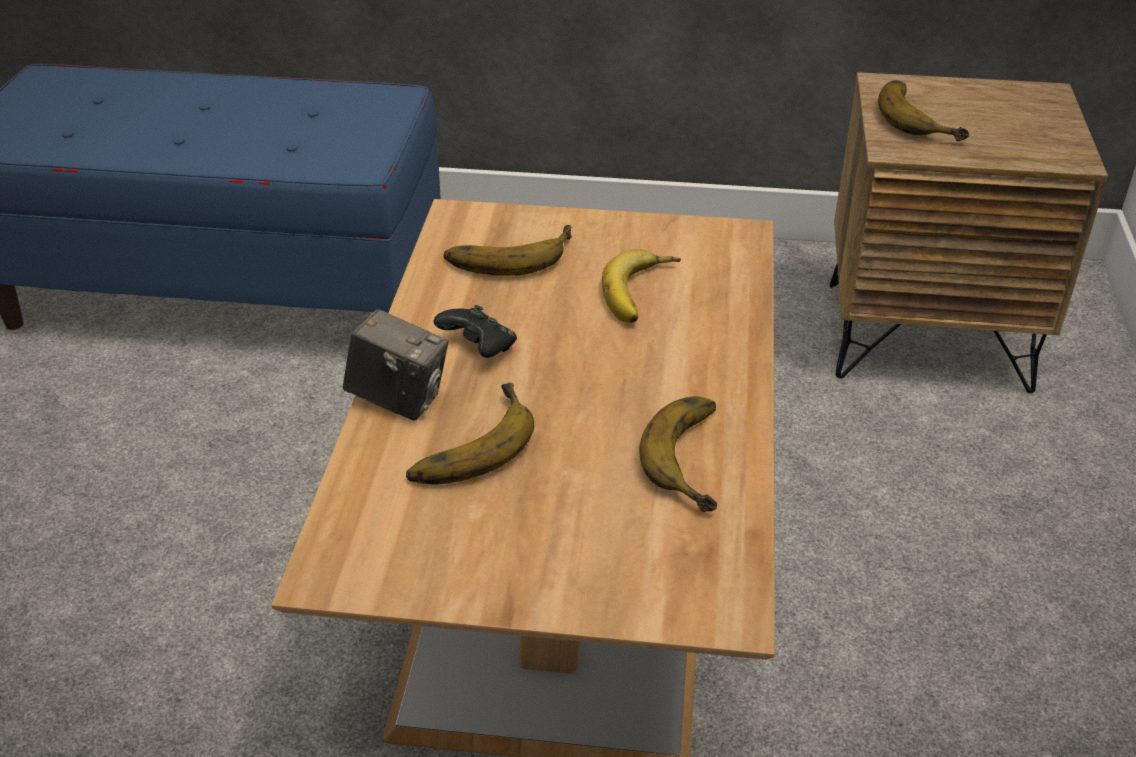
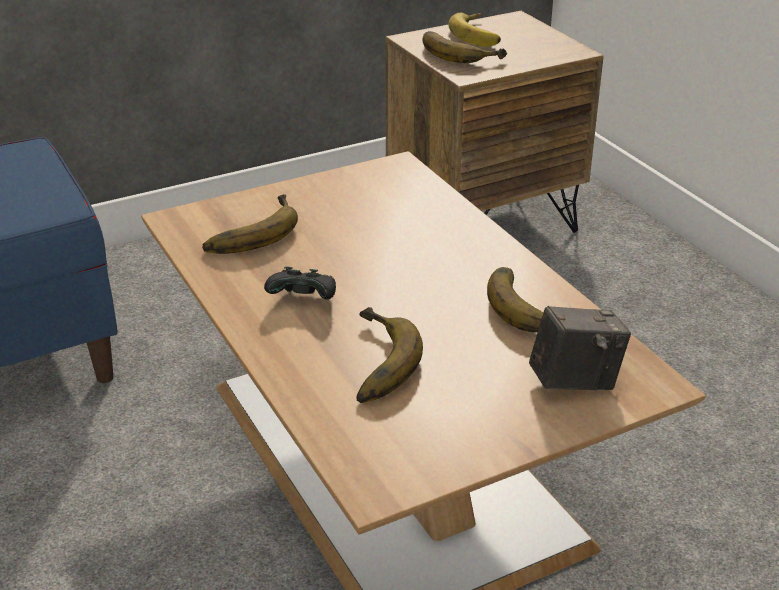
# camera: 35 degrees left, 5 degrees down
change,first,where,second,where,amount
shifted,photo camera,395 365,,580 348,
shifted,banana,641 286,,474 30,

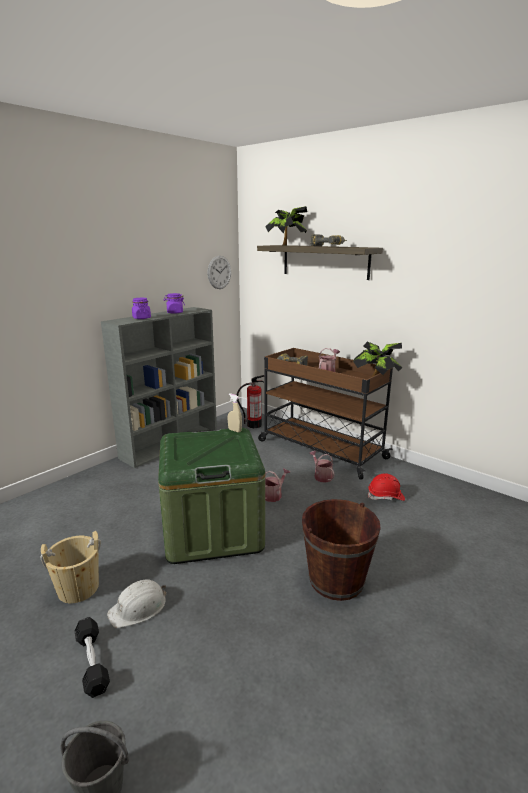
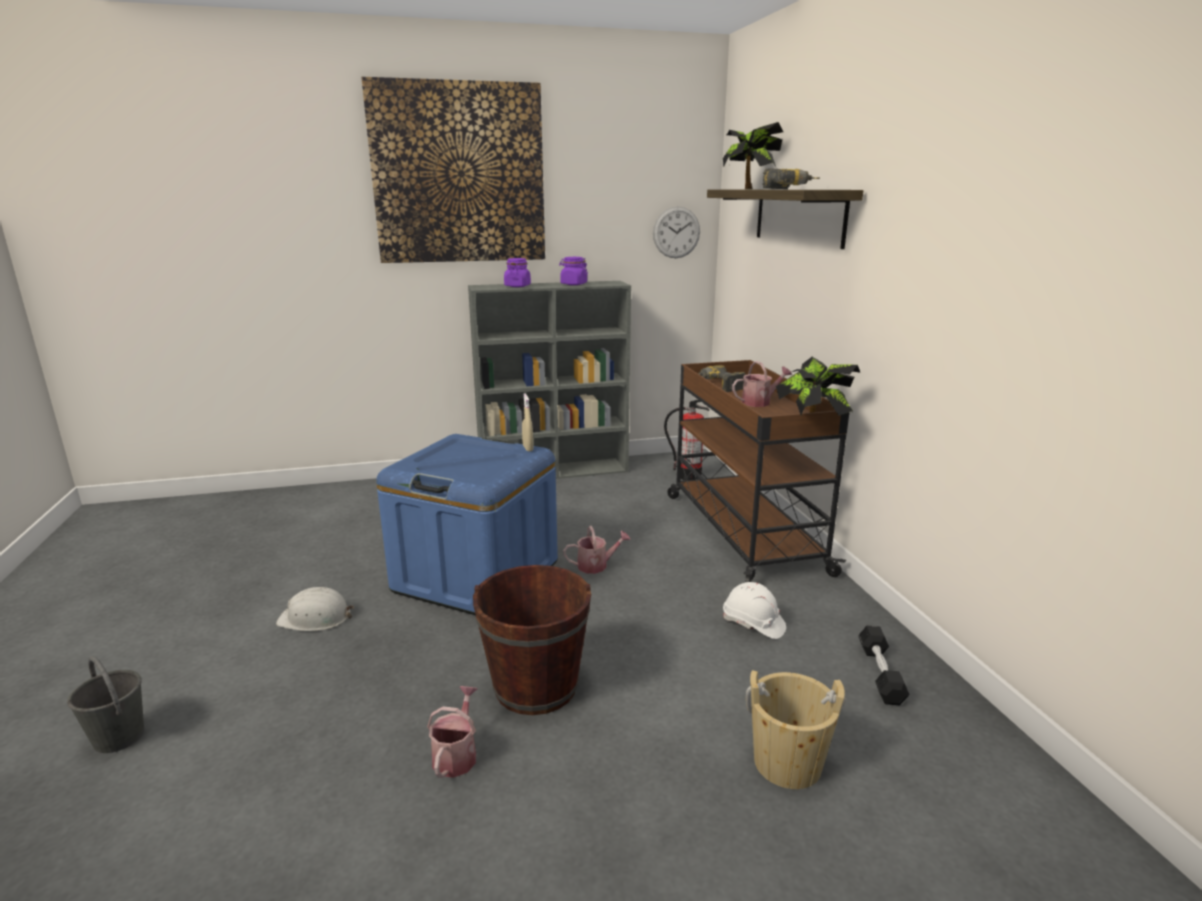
# camera: 35 degrees right, 0 degrees up
change,first,where,second,where,amount
new,,,picture,453 170,
shifted,beige bucket,71 567,,796 729,
shifted,black dumbbell,92 657,,884 665,
shifted,watering can,322 467,,452 732,
repainted,green storage box,211 495,blue storage box,467 524,
repainted,red hard hat,386 487,white hard hat,754 610,

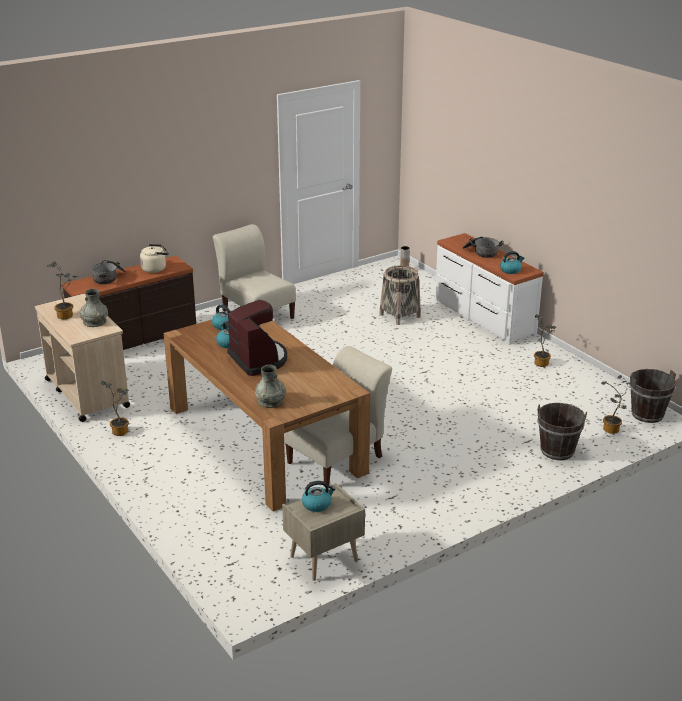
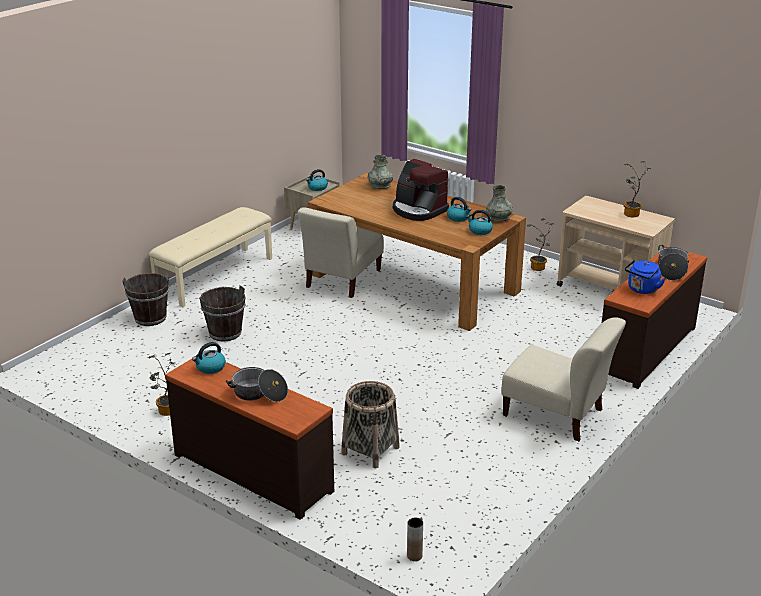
# camera: 160 degrees right, 0 degrees up
change,first,where,second,where,amount
gone,potted plant,617 404,,,
new,,,beige bench,210 257,
shifted,grey vase,94 308,,499 203,
shifted,brown bucket,653 396,,222 313,
repainted,beige kettle,154 258,blue kettle,645 277,
repainted,white dresser,489 289,brown dresser,249 439,

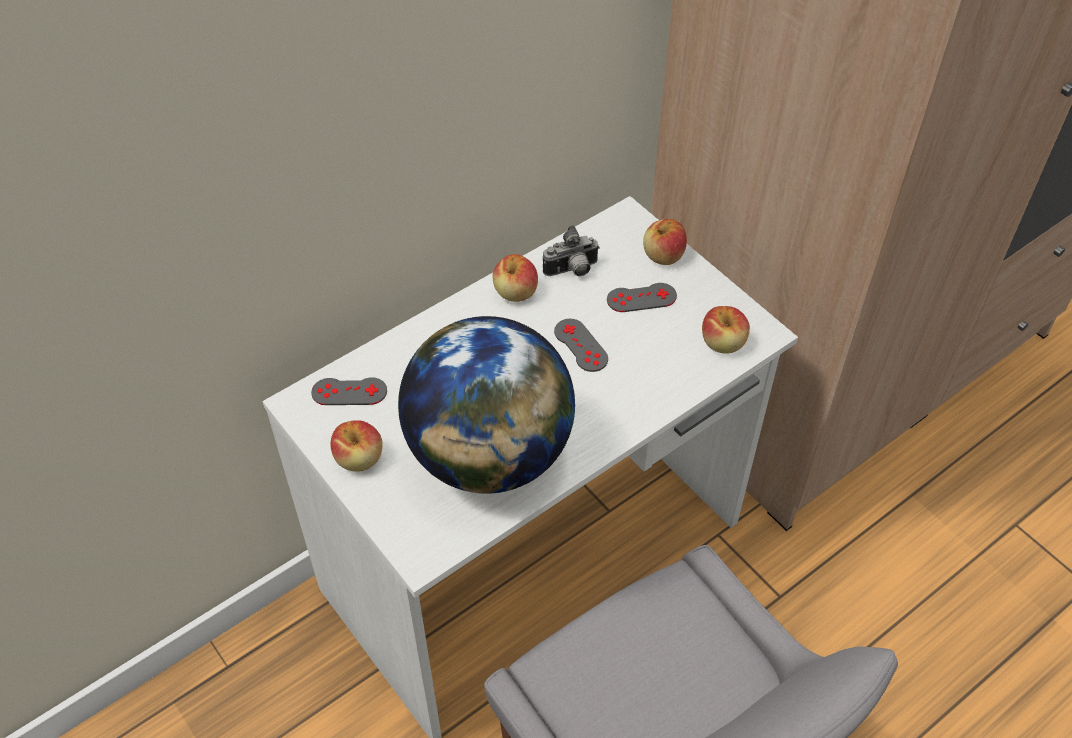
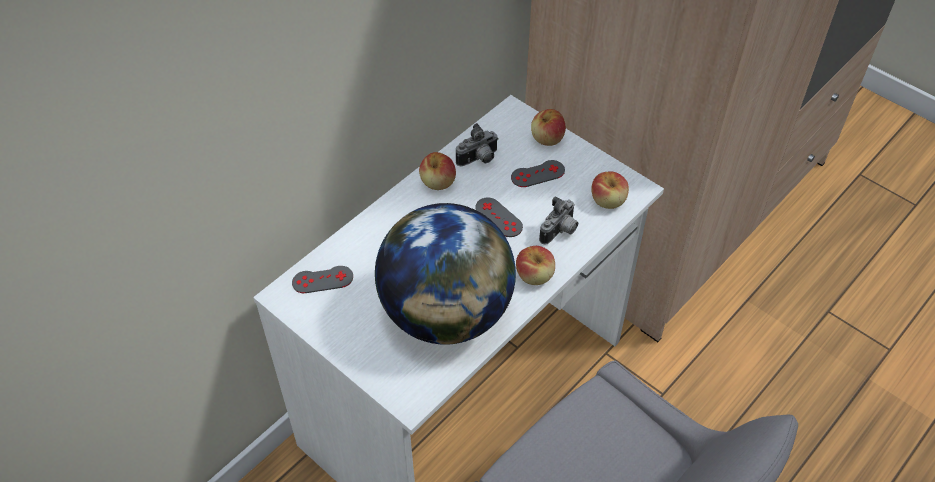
# camera: 10 degrees left, 0 degrees up
change,first,where,second,where,amount
new,,,photo camera,558 220,
shifted,apple,356 445,,535 265,

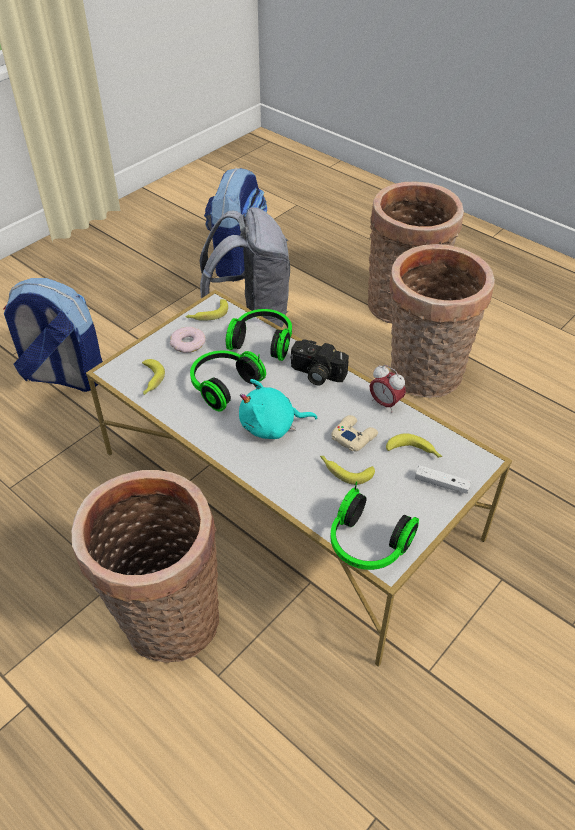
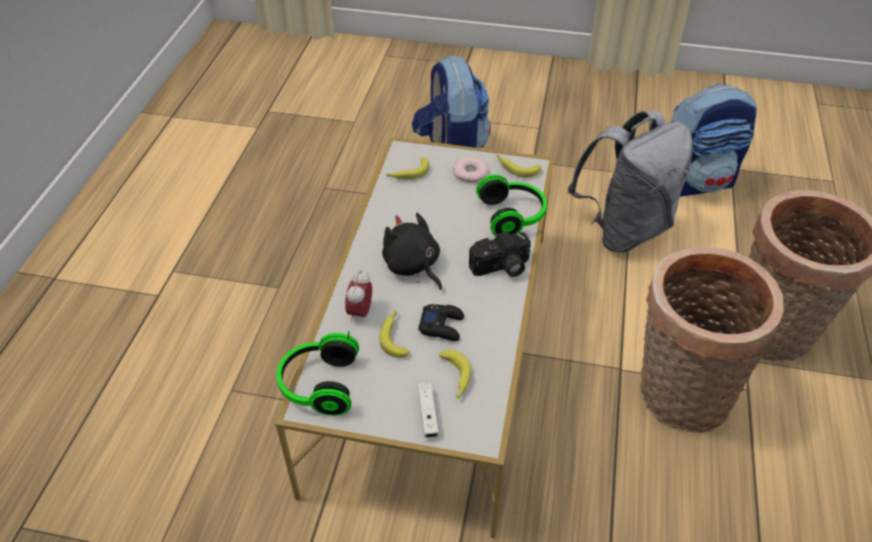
# camera: 60 degrees right, 0 degrees up
change,first,where,second,where,amount
gone,basket,145 566,,,
gone,headphones,228 381,,,
shifted,alarm clock,388 389,,358 296,
repainted,turquoise plush toy,278 409,black plush toy,412 251,
repainted,beige game controller,354 433,black game controller,441 322,
rotated,photo camera,319 362,,500 254,105 degrees counterclockwise

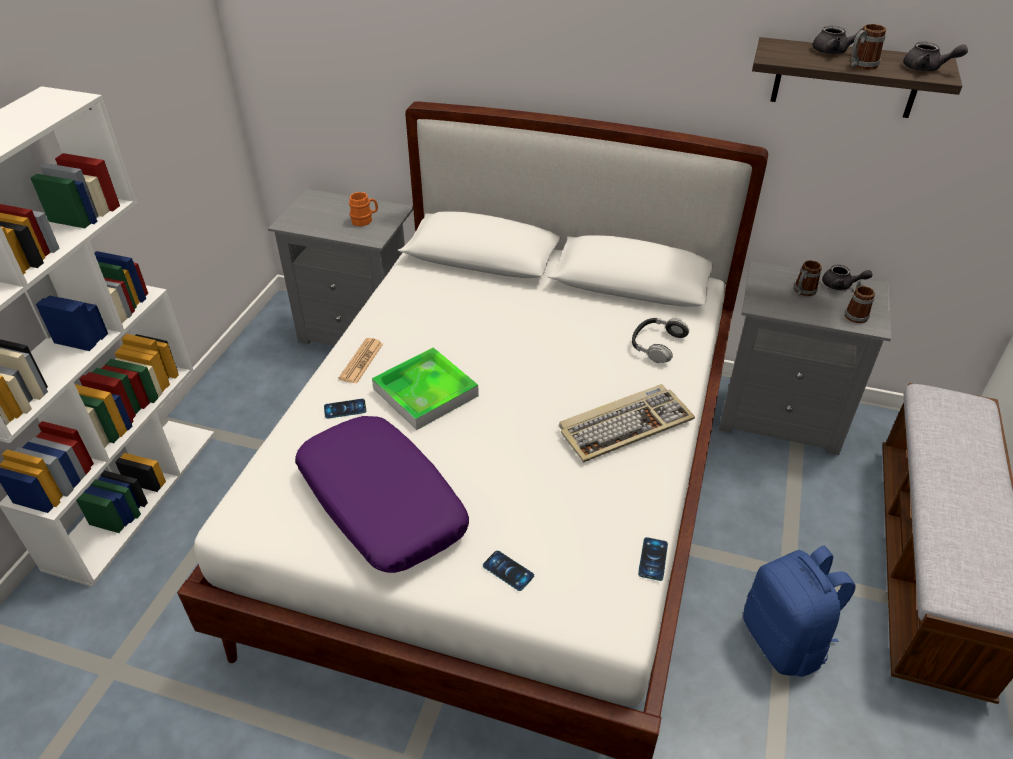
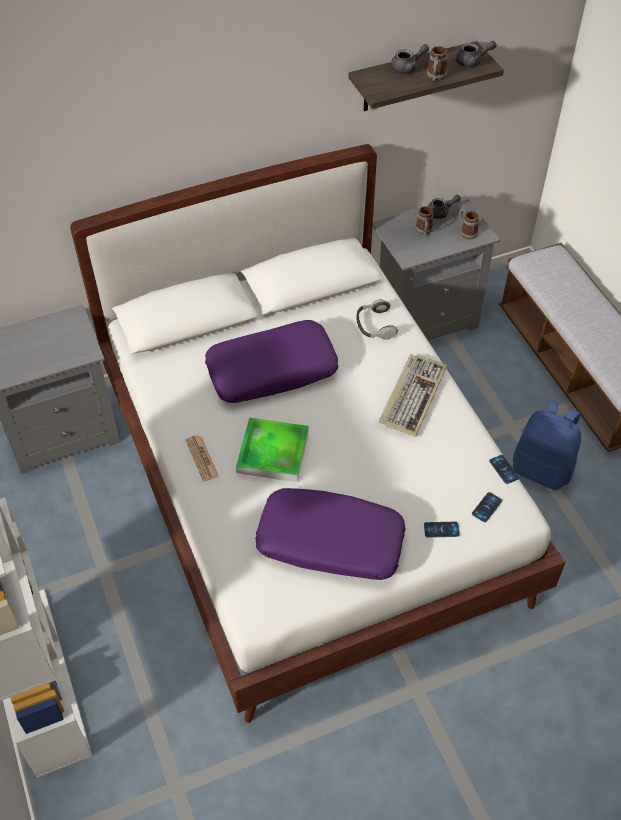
# camera: 40 degrees left, 10 degrees up
change,first,where,second,where,amount
gone,orange mug,363 209,,,
new,,,purple pillow,271 361,
shifted,phone,345 409,,487 507,

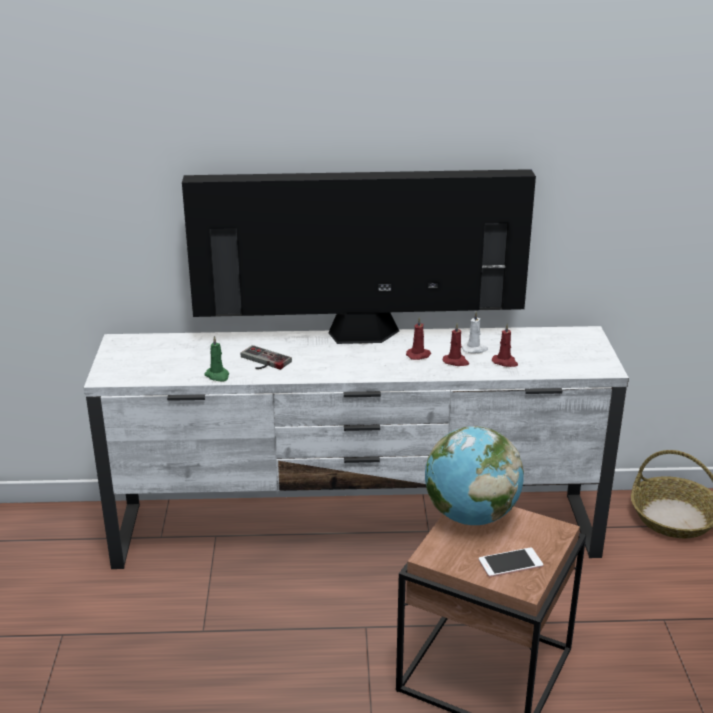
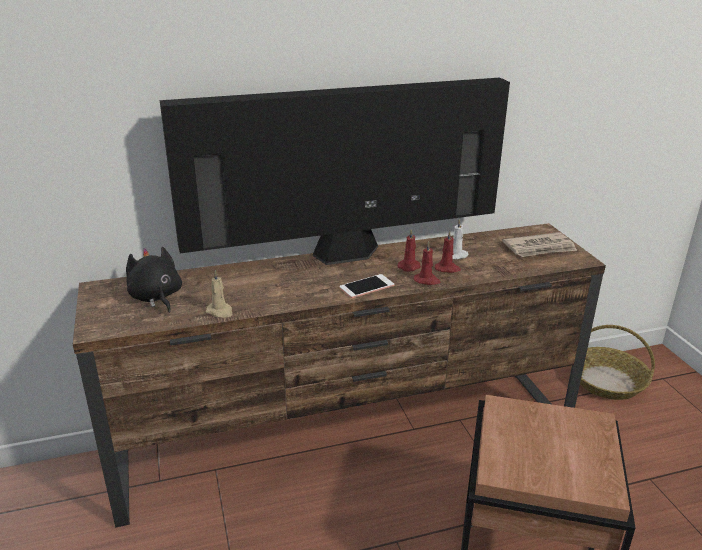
# camera: 15 degrees left, 0 degrees up
change,first,where,second,where,amount
gone,game controller,266 357,,,
gone,globe,474 475,,,
new,,,black plush toy,154 280,
new,,,newspaper,539 244,
shifted,phone,511 562,,367 286,
shifted,red candle,505 345,,427 263,
repainted,white tv stand,356 447,brown tv stand,339 375,
repainted,green candle,216 359,beige candle,219 294,

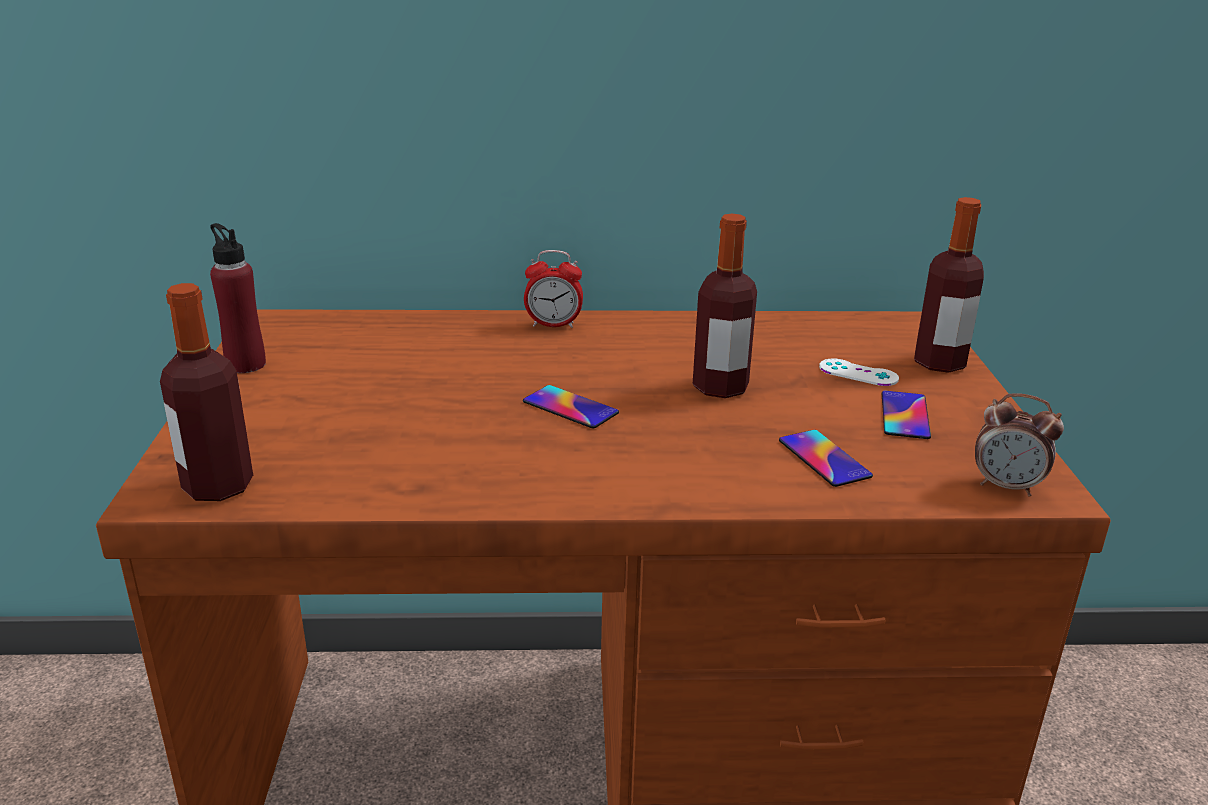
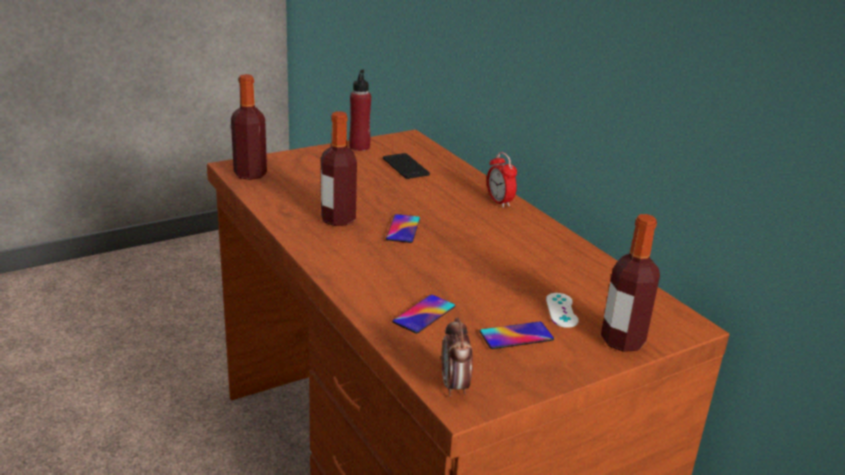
# camera: 60 degrees right, 0 degrees up
change,first,where,second,where,amount
new,,,phone,406 166,
shifted,bottle,725 306,,339 168,

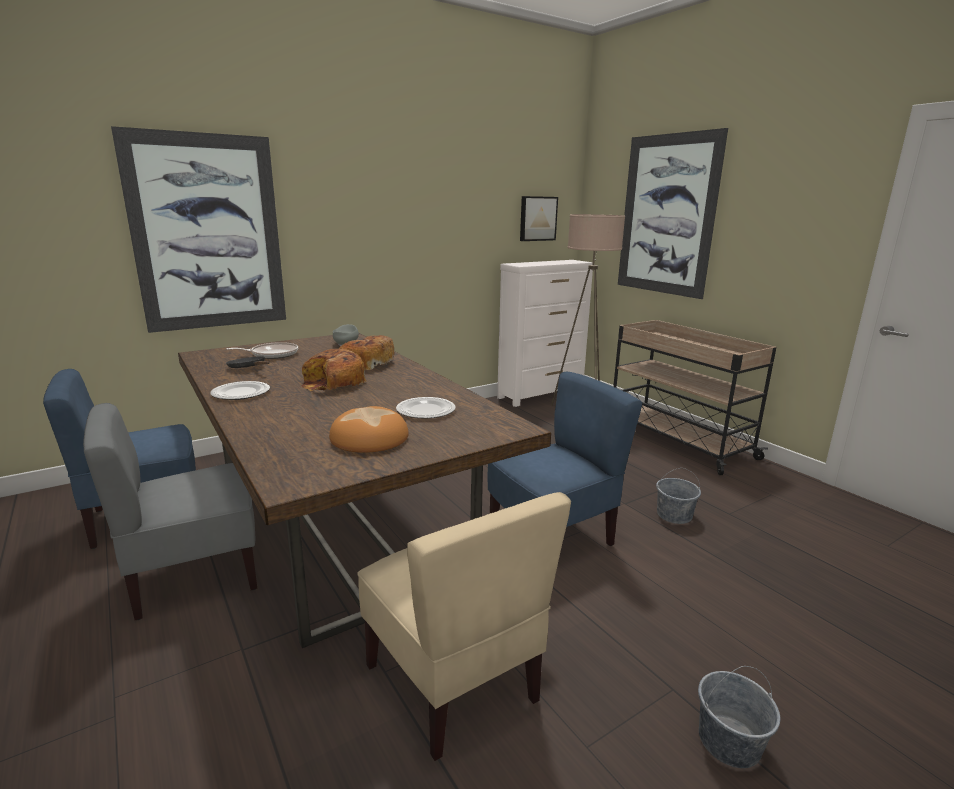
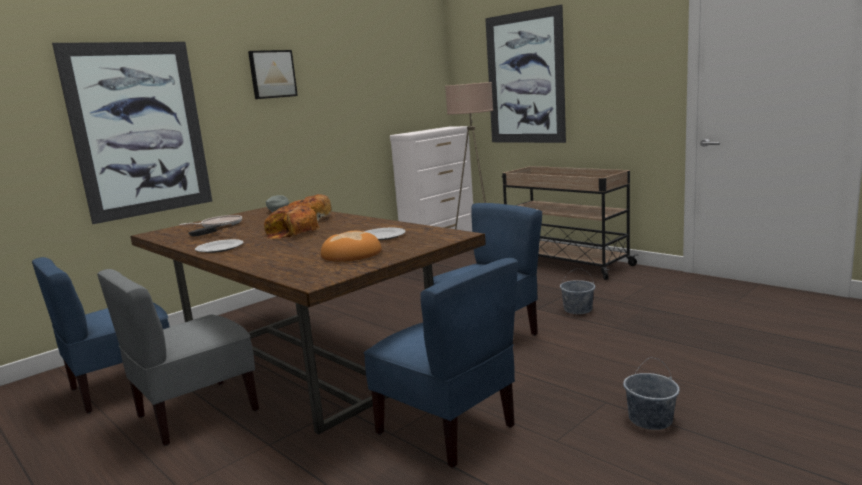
# camera: 10 degrees left, 5 degrees down
change,first,where,second,where,amount
shifted,picture,539 218,,273 74,
repainted,beige chair,464 626,blue chair,441 362,

